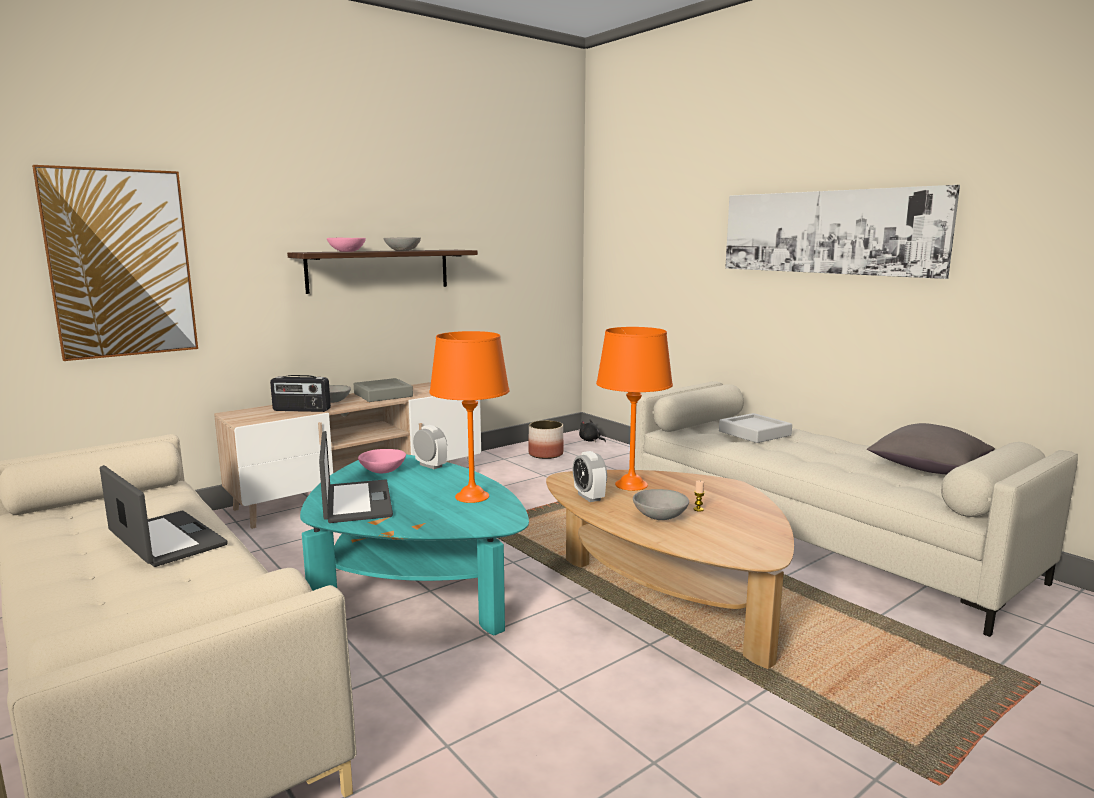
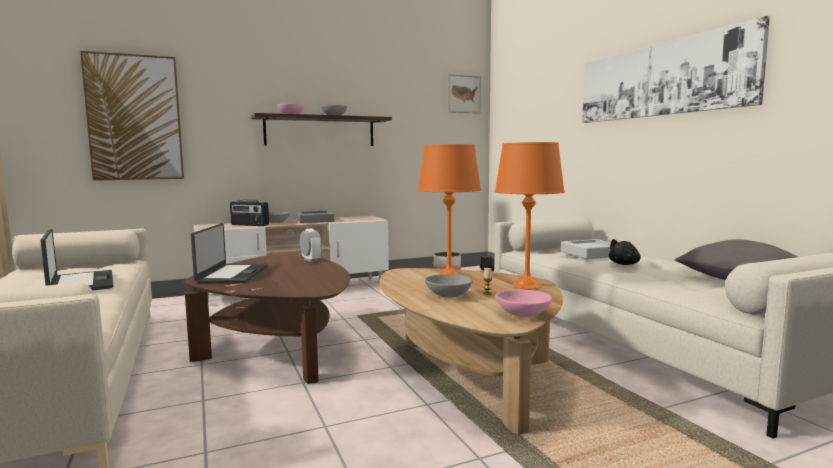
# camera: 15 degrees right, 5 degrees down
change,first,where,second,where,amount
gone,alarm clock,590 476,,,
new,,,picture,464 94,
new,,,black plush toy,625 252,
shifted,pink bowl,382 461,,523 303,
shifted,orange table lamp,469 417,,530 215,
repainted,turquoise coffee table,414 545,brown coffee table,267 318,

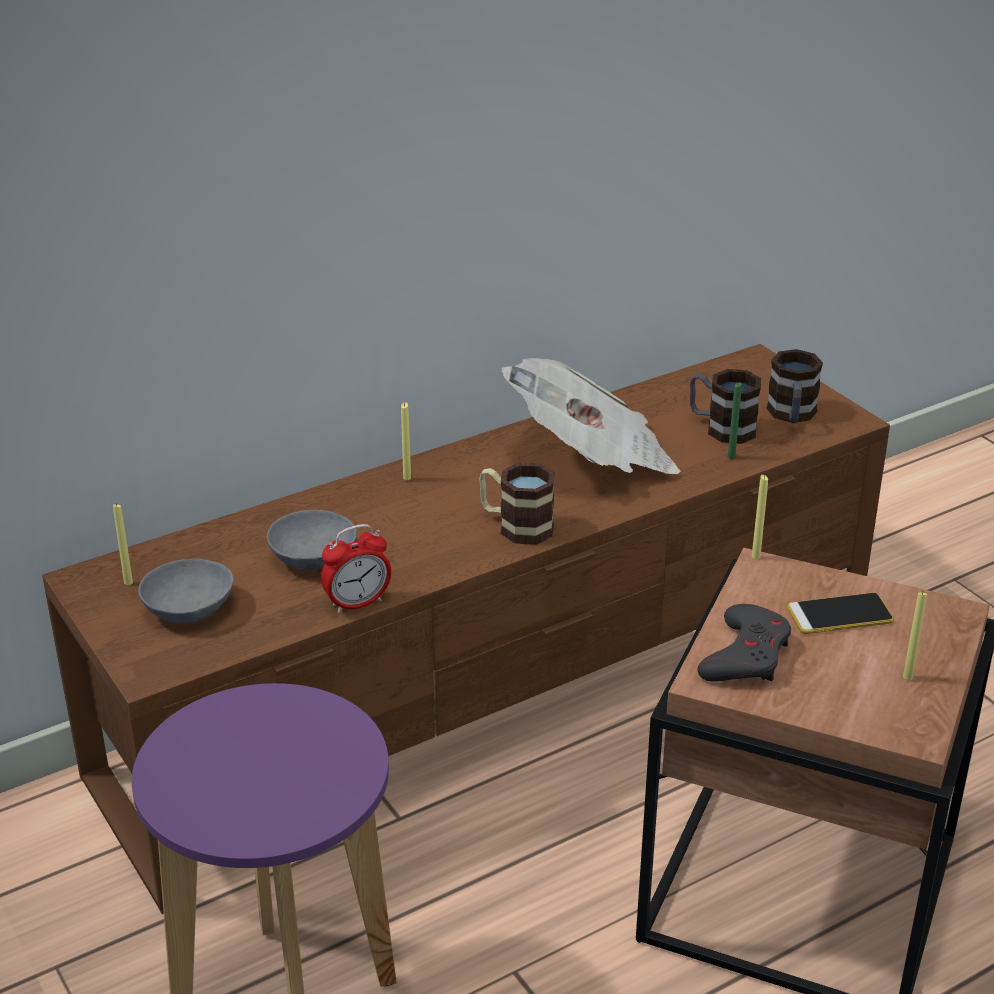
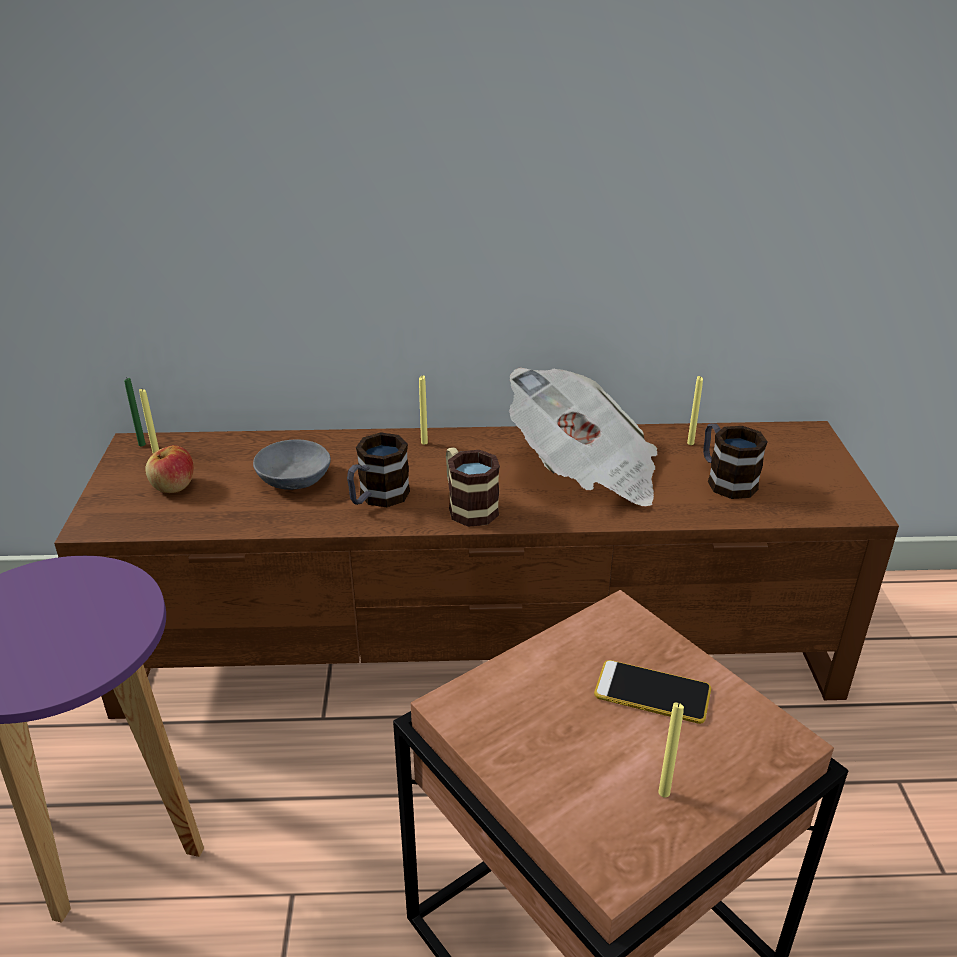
# camera: 30 degrees right, 0 degrees up
change,first,where,second,where,amount
gone,alarm clock,356 569,,,
gone,grey game controller,744 643,,,
shifted,green candle,735 420,,135 412,
shifted,yellow candle,760 517,,695 410,
shifted,mug,794 386,,378 469,
swapped,grey bowl,186 591,apple,169 469,

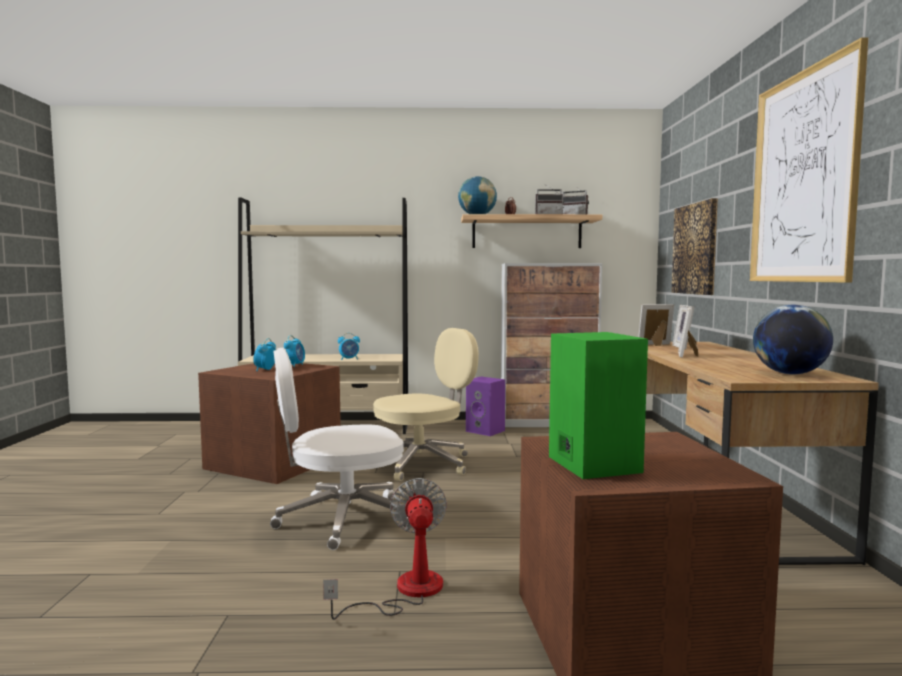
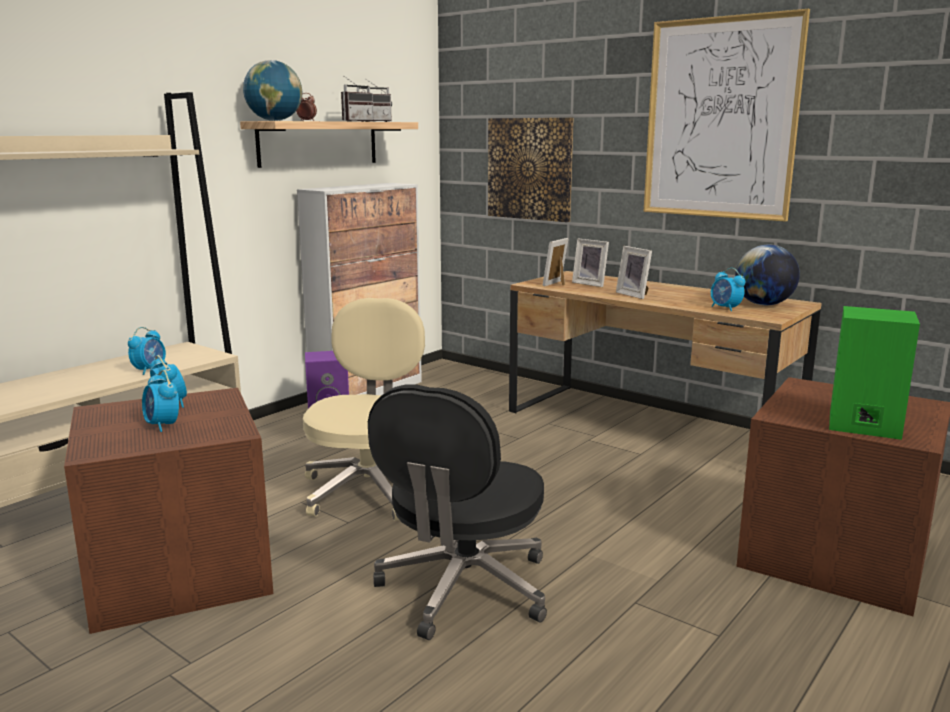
# camera: 50 degrees left, 10 degrees up
change,first,where,second,where,amount
gone,fan,385 549,,,
new,,,alarm clock,728 289,
repainted,white office chair,340 448,black office chair,457 512,

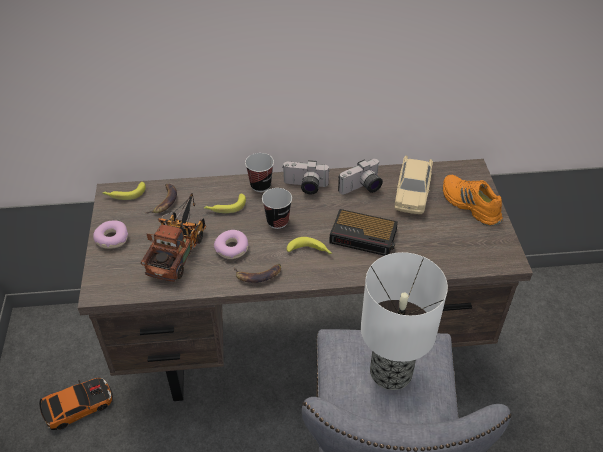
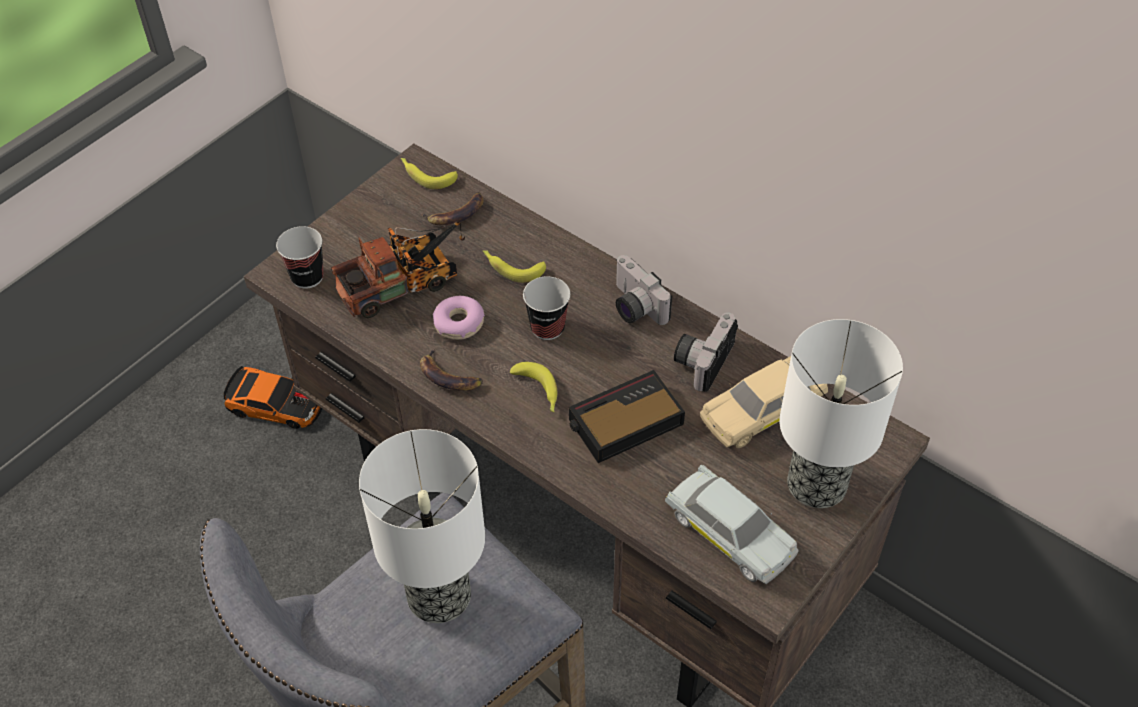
# camera: 45 degrees right, 5 degrees up
change,first,where,second,where,amount
gone,donut,110 235,,,
new,,,white toy car,732 524,
shifted,cup,259 172,,300 257,
swapped,orange shoe,473 200,table lamp,841 413,
rotated,alarm clock,363 232,,627 416,90 degrees clockwise
rotated,photo camera,360 176,,706 352,105 degrees clockwise

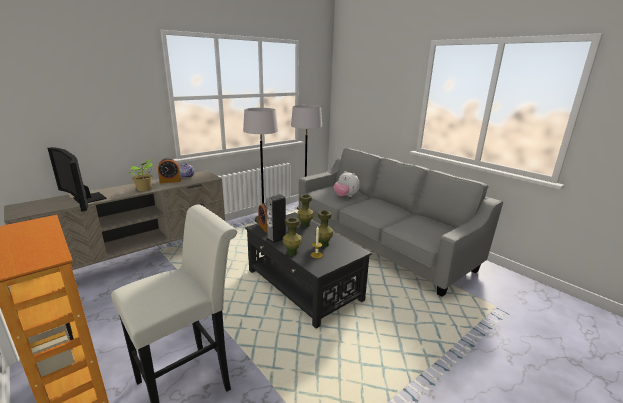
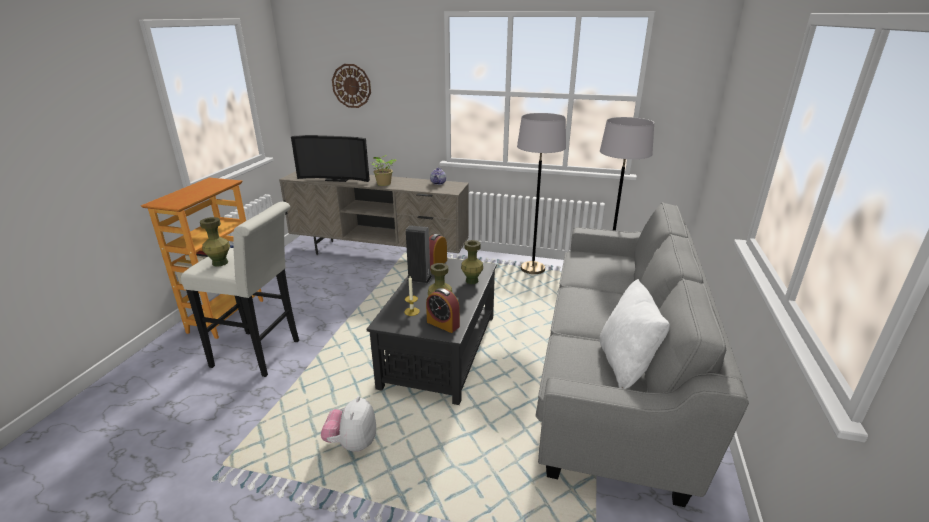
# camera: 55 degrees right, 5 degrees up
change,first,where,second,where,amount
new,,,wall clock,351 86,
new,,,white pillow,634 334,
shifted,alarm clock,169 170,,443 310,
shifted,green vase,292 236,,215 242,
shifted,plush toy,347 184,,348 424,
rotated,television,77 179,,330 158,90 degrees counterclockwise

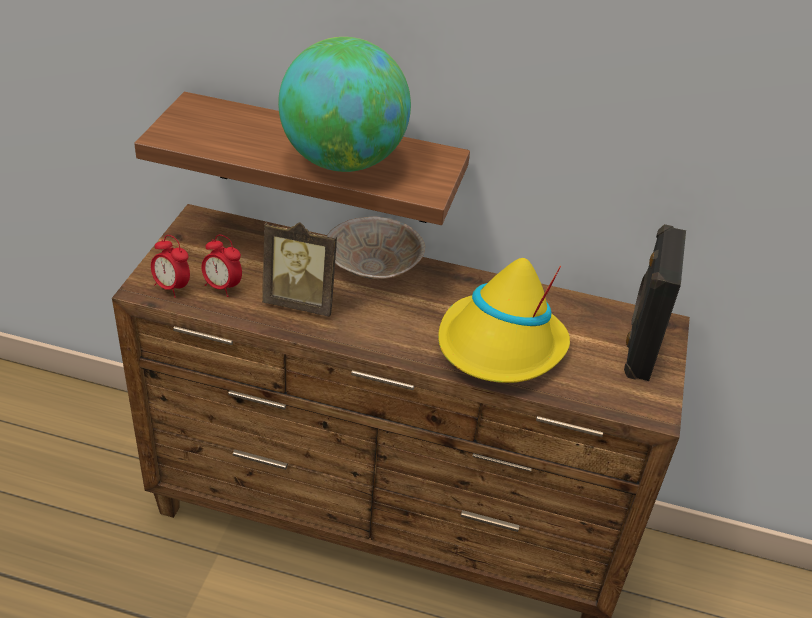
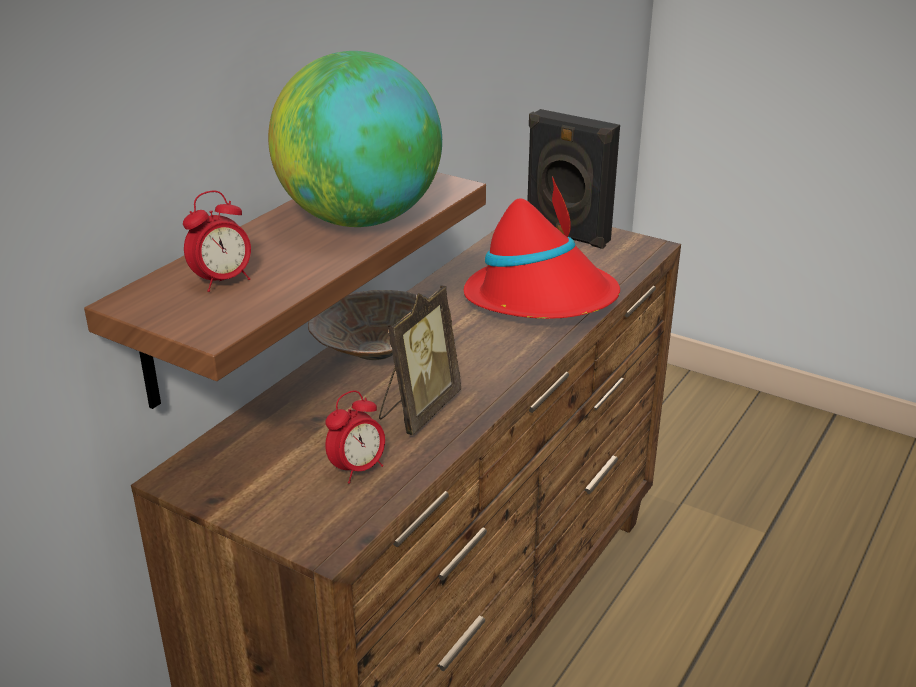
# camera: 70 degrees left, 10 degrees down
change,first,where,second,where,amount
shifted,alarm clock,170 266,,217 241,
repainted,yellow hat,504 320,red hat,542 247,

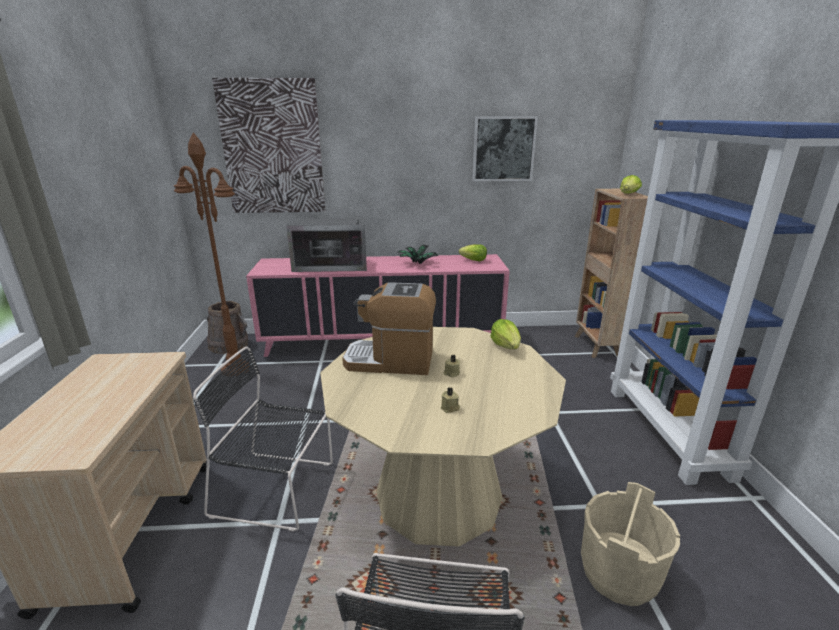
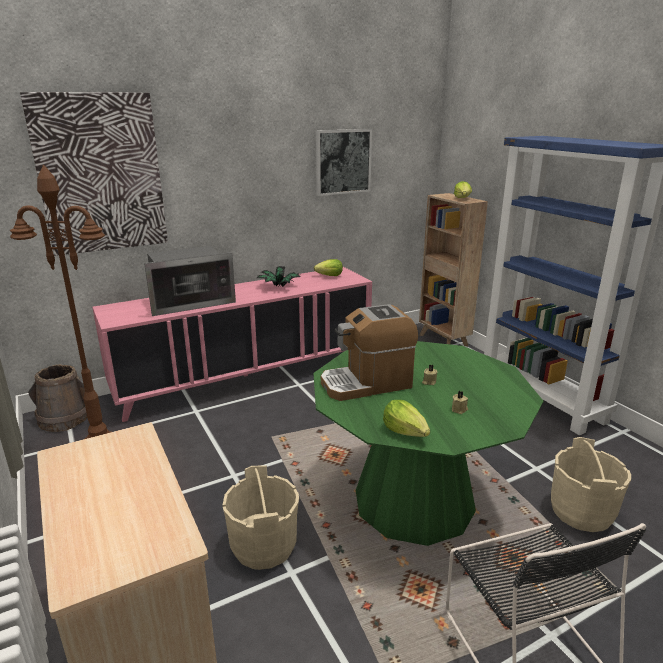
# camera: 25 degrees left, 0 degrees up
change,first,where,second,where,amount
shifted,lettuce,505 334,,406 418,
swapped,black chair,263 439,beige bucket,260 517,
repainted,beige dining table,443 436,green dining table,428 443,

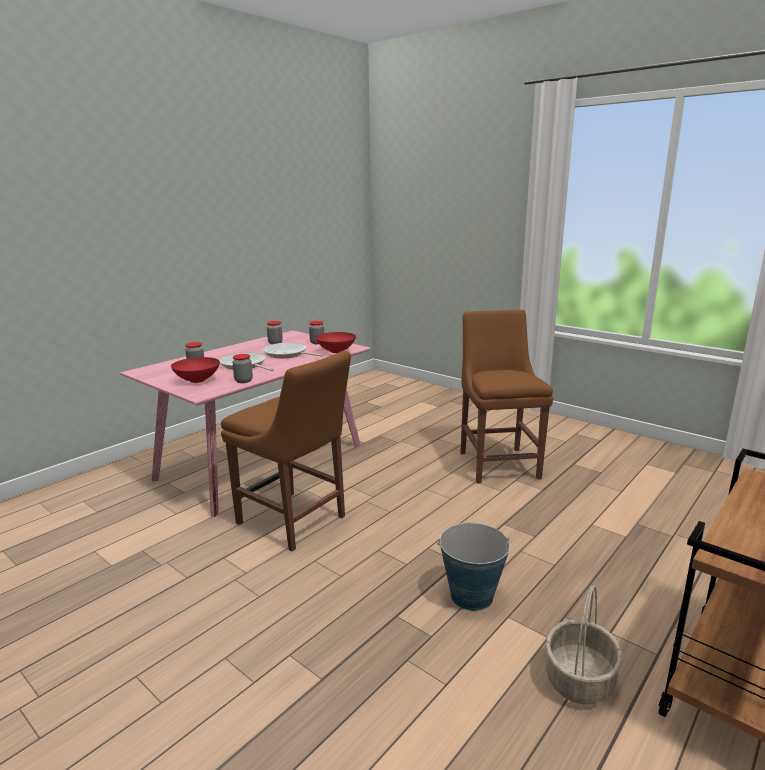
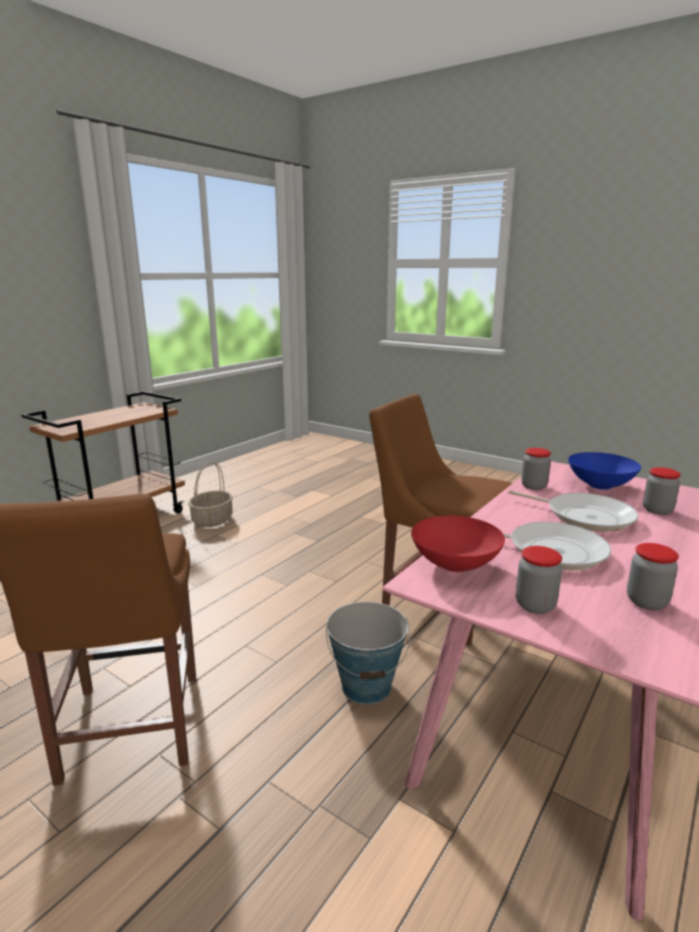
# camera: 175 degrees right, 0 degrees up
change,first,where,second,where,amount
shifted,bucket,474 567,,368 653,
repainted,red bowl,195 370,blue bowl,604 471,

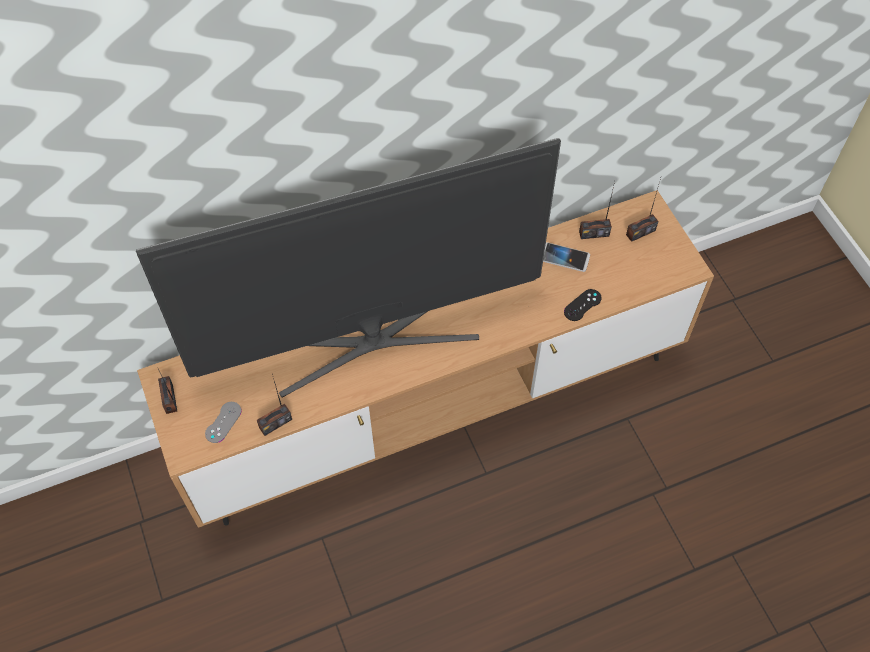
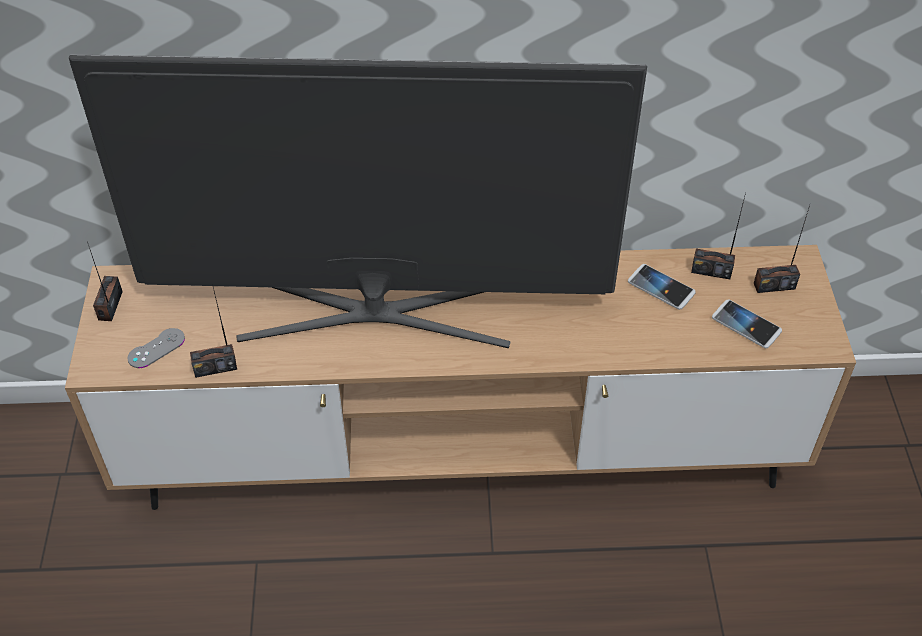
# camera: 20 degrees right, 10 degrees down
change,first,where,second,where,amount
gone,black game controller,583 305,,,
new,,,phone,747 324,

